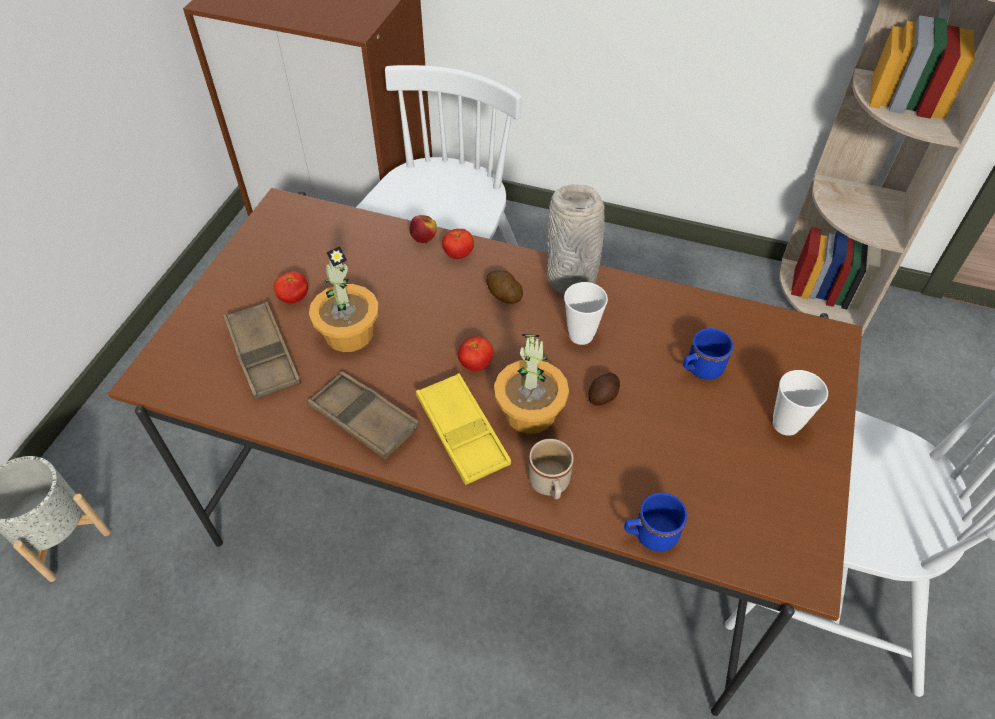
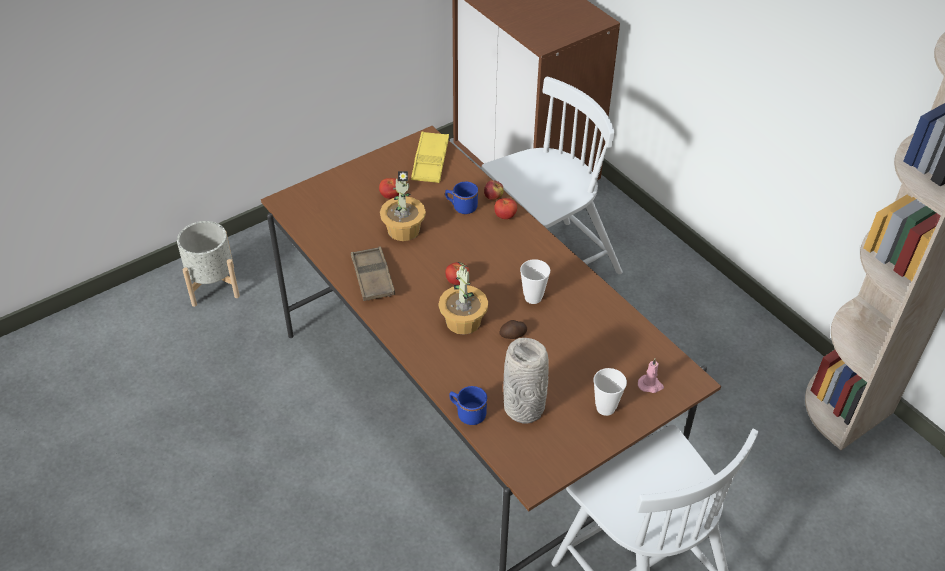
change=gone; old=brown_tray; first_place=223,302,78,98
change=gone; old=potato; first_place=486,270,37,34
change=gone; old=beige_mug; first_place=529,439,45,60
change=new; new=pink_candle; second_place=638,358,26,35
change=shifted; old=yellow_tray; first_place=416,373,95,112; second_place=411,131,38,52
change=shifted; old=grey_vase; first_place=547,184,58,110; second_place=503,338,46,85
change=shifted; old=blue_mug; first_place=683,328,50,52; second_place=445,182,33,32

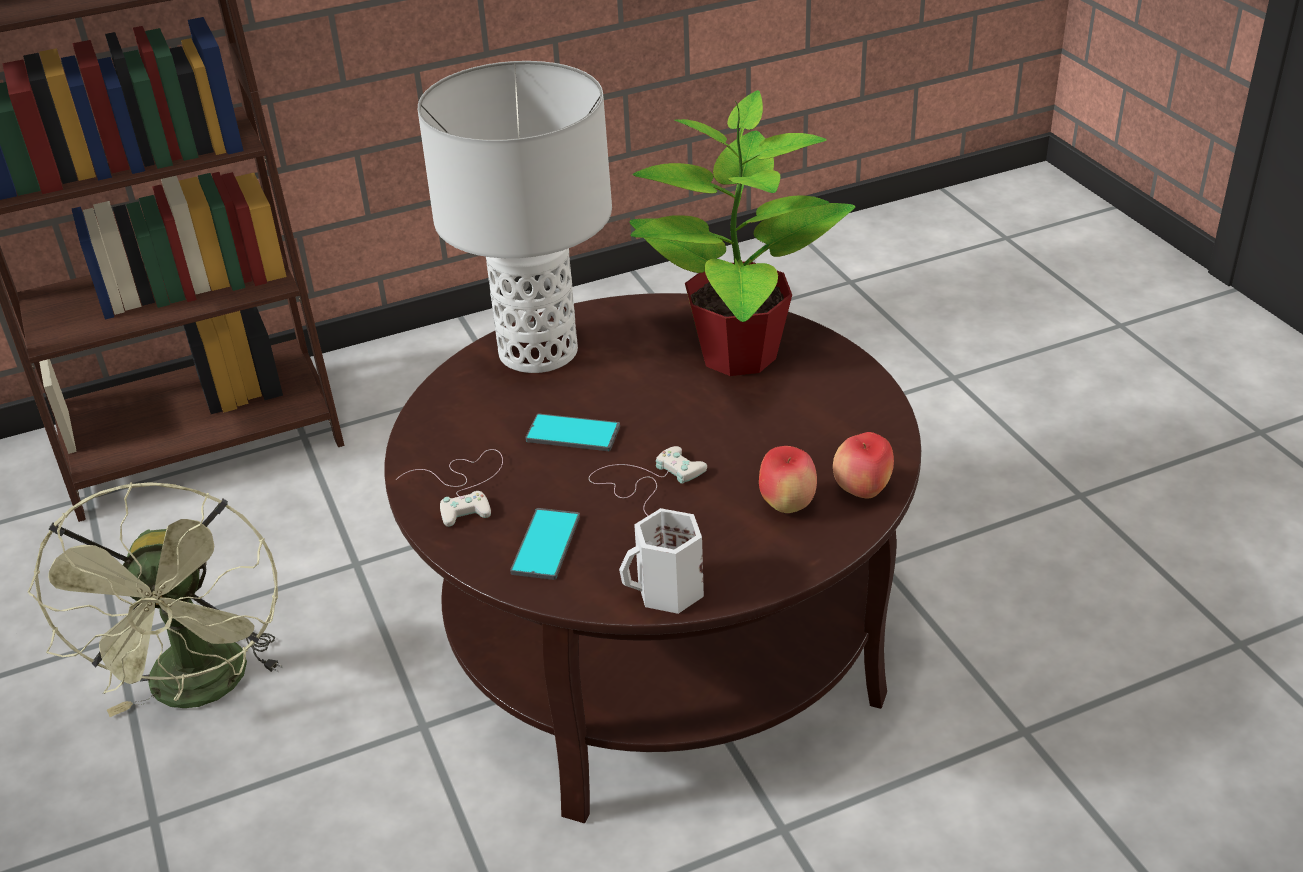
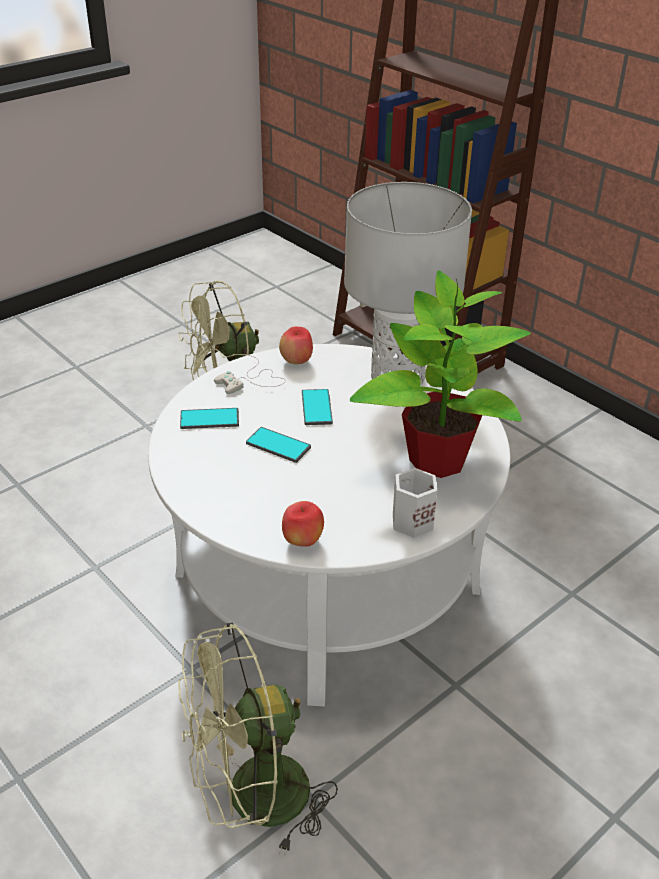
change=new; new=green_fan; second_place=178,623,160,233
change=shifted; old=white_mug; first_place=619,508,85,106; second_place=393,468,44,70
change=shifted; old=apple; first_place=759,446,58,67; second_place=279,327,34,37
change=swapped; old=white_game_controller; new=phone; first_place=589,446,118,70; second_place=246,427,65,36
change=repainted; old=brown_coffee_table; new=white_coffee_table; first_place=384,293,537,530; second_place=148,344,362,362

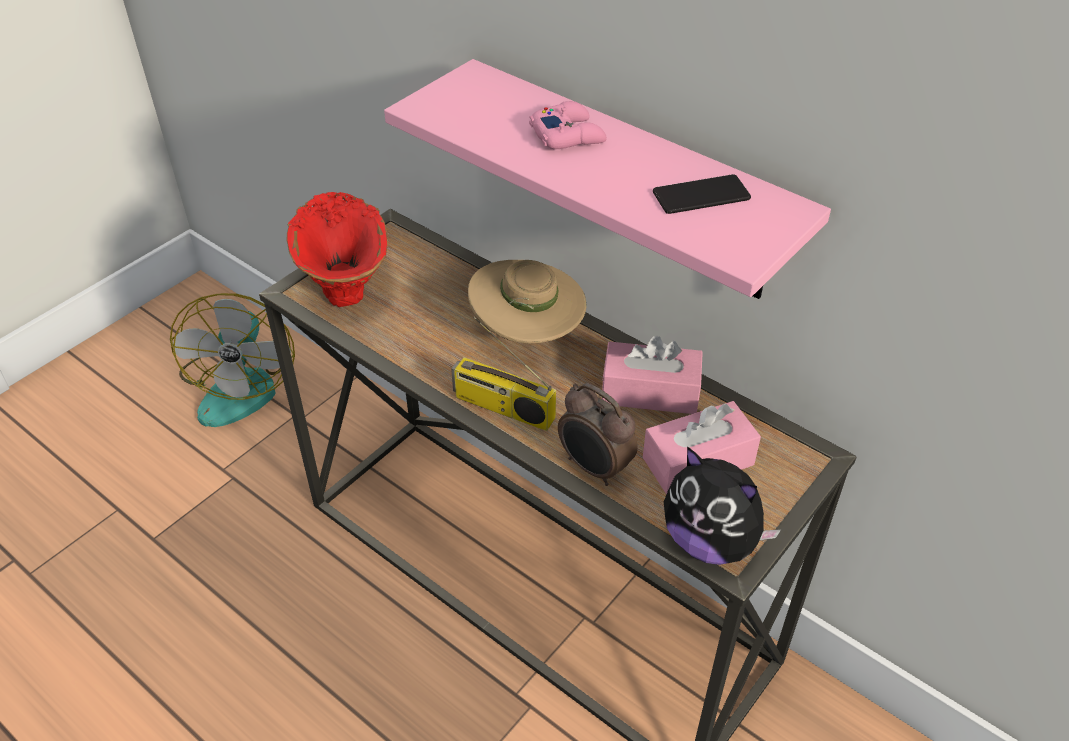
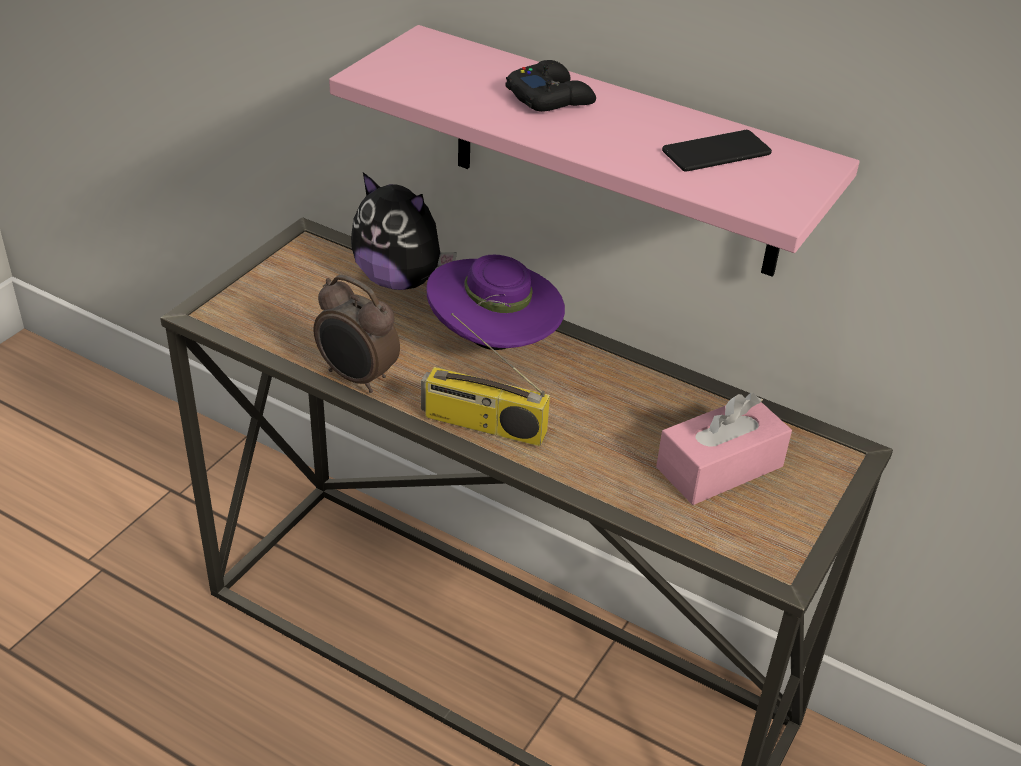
change=gone; old=fan; first_place=170,293,125,134
change=gone; old=red_vase; first_place=287,192,101,115
change=gone; old=pink_tissue_box; first_place=602,336,101,78
change=shifted; old=alarm_clock; first_place=558,383,80,103; second_place=314,275,86,118
change=shifted; old=plush_toy; first_place=664,447,117,118; second_place=351,172,106,118
change=repainted; old=beige_hat; new=purple_hat; first_place=468,260,119,83; second_place=427,255,138,95
change=repainted; old=pink_game_controller; new=black_game_controller; first_place=529,101,78,48; second_place=505,60,91,51

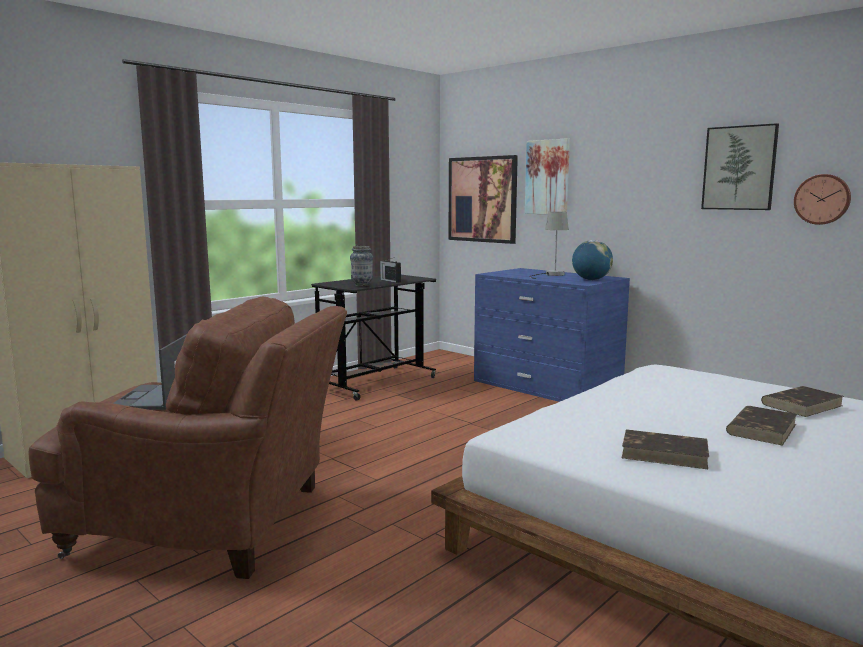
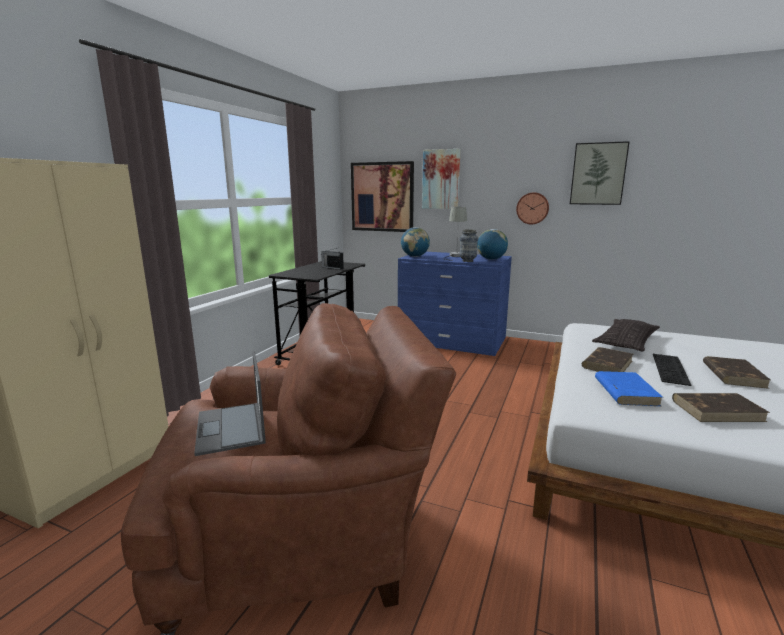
change=new; new=globe; second_place=401,227,29,30
change=new; new=pillow; second_place=592,319,68,32
change=new; new=blue_book; second_place=595,371,69,35
change=new; new=keyboard; second_place=653,354,38,32
change=shifted; old=vase; first_place=350,246,23,40; second_place=459,230,19,32
change=shifted; old=brown_book; first_place=761,386,83,31; second_place=582,347,51,25
change=shifted; old=wall_clock; first_place=794,174,57,51; second_place=516,192,33,33

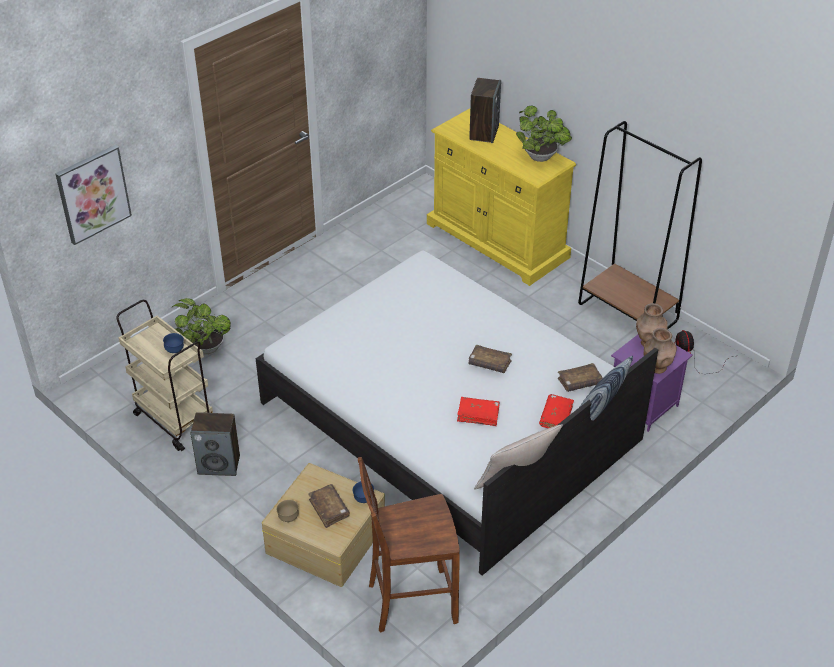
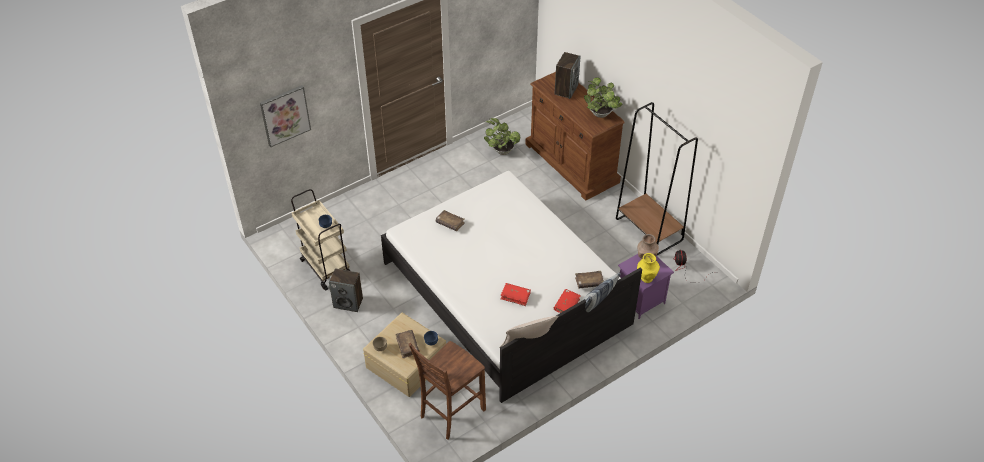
change=shifted; old=potted_plant; first_place=172,298,59,56; second_place=484,118,36,37
change=shifted; old=brown_book; first_place=469,345,43,28; second_place=436,210,29,21
change=repainted; old=yellow_dresser; new=brown_dresser; first_place=427,108,149,178; second_place=525,72,100,129
change=repainted; old=brown_vase; new=yellow_vase; first_place=644,328,33,46; second_place=637,253,23,30
change=rotated; old=brown_chair; first_place=358,457,102,176; second_place=409,341,77,99; degrees=-45

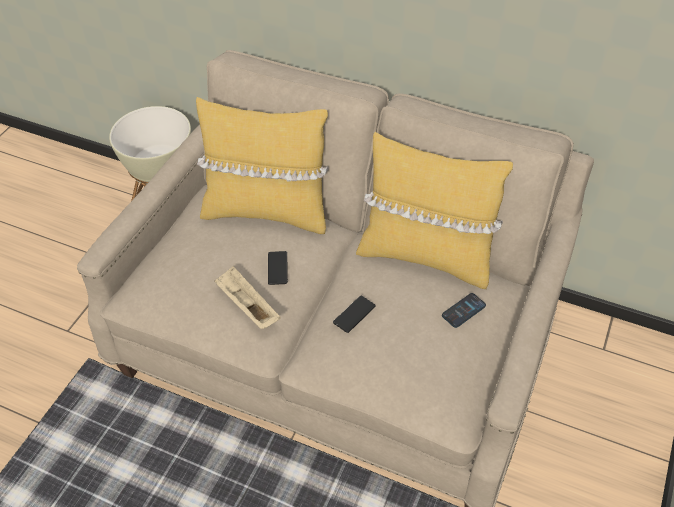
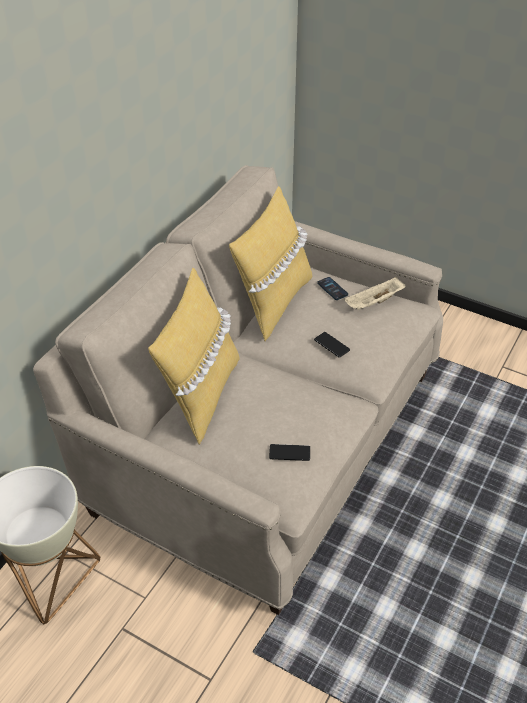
change=shifted; old=beige_tray; first_place=214,266,67,63; second_place=344,276,62,34
change=shifted; old=phone; first_place=268,251,20,34; second_place=269,444,41,17

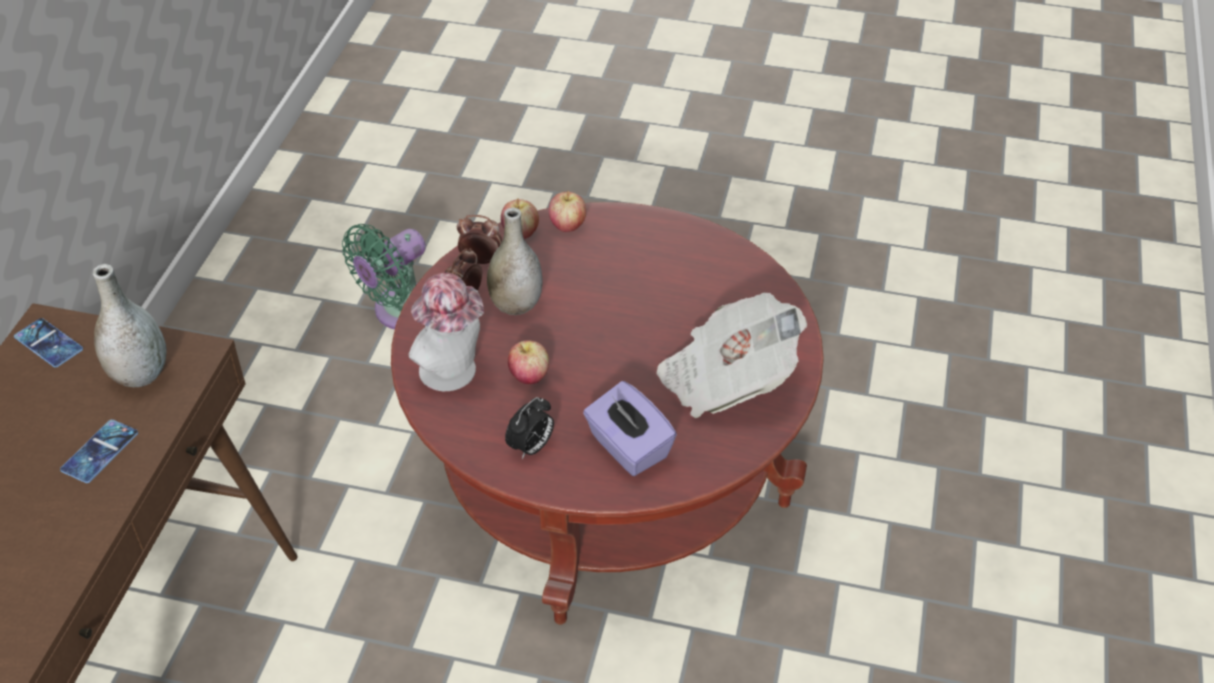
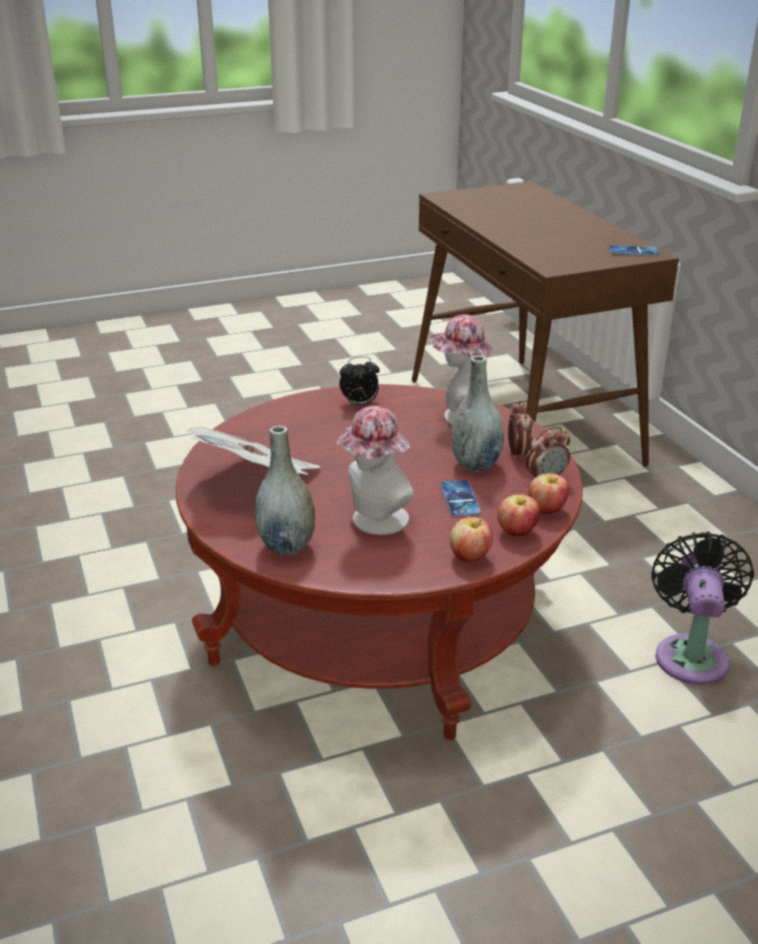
change=gone; old=purple_tissue_box; first_place=583,381,94,95
change=new; new=hat; second_place=336,406,78,129
change=shifted; old=phone; first_place=60,419,78,64; second_place=440,480,41,36
change=shifted; old=grey_vase; first_place=92,264,74,123; second_place=255,426,60,130
change=shifted; old=apple; first_place=508,340,41,44; second_place=450,517,43,45
change=repainted; old=green_fan; new=black_fan; first_place=342,224,84,105; second_place=651,532,103,153
change=rotated; old=alarm_clock; first_place=505,397,49,62; second_place=340,357,40,50; degrees=-105

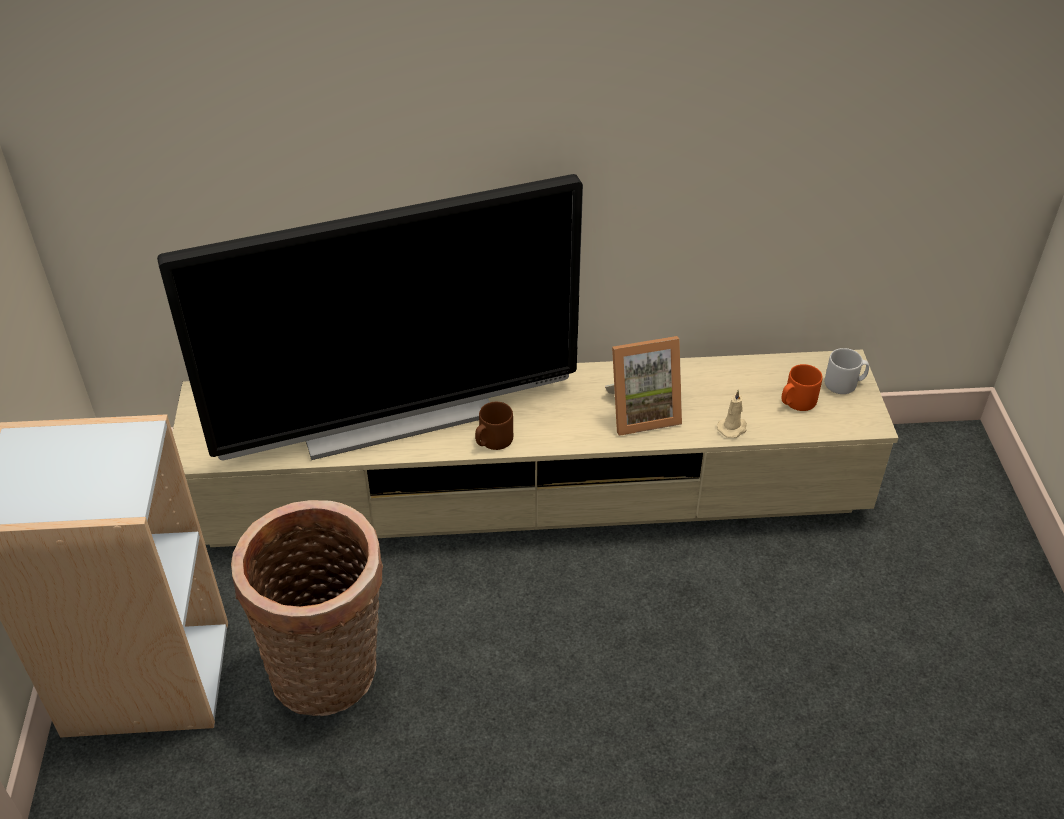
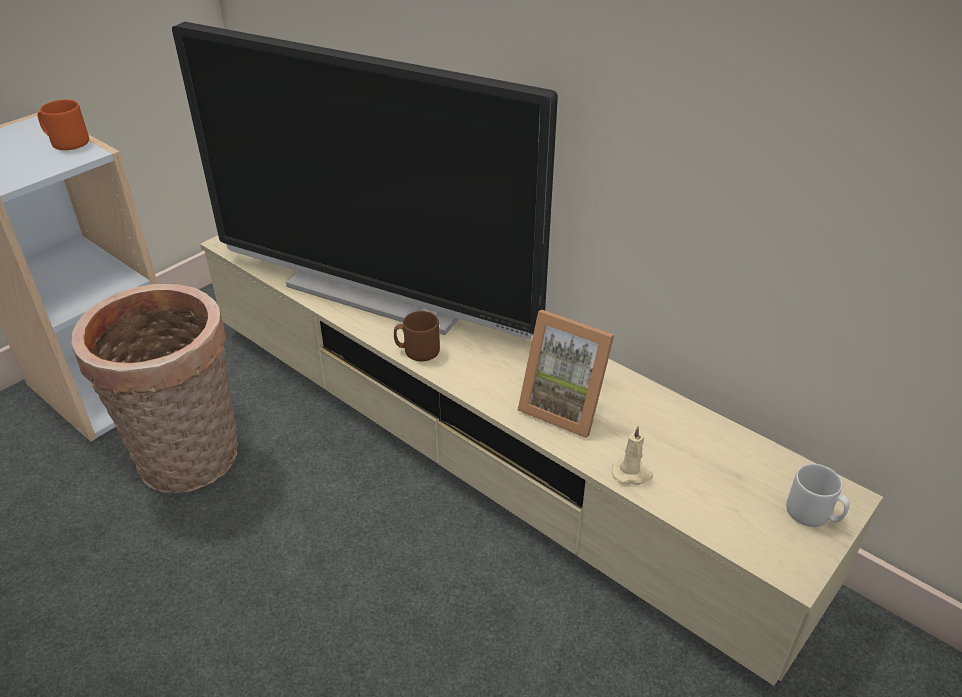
change=shifted; old=orange_mug; first_place=782,364,41,47; second_place=38,99,51,51

